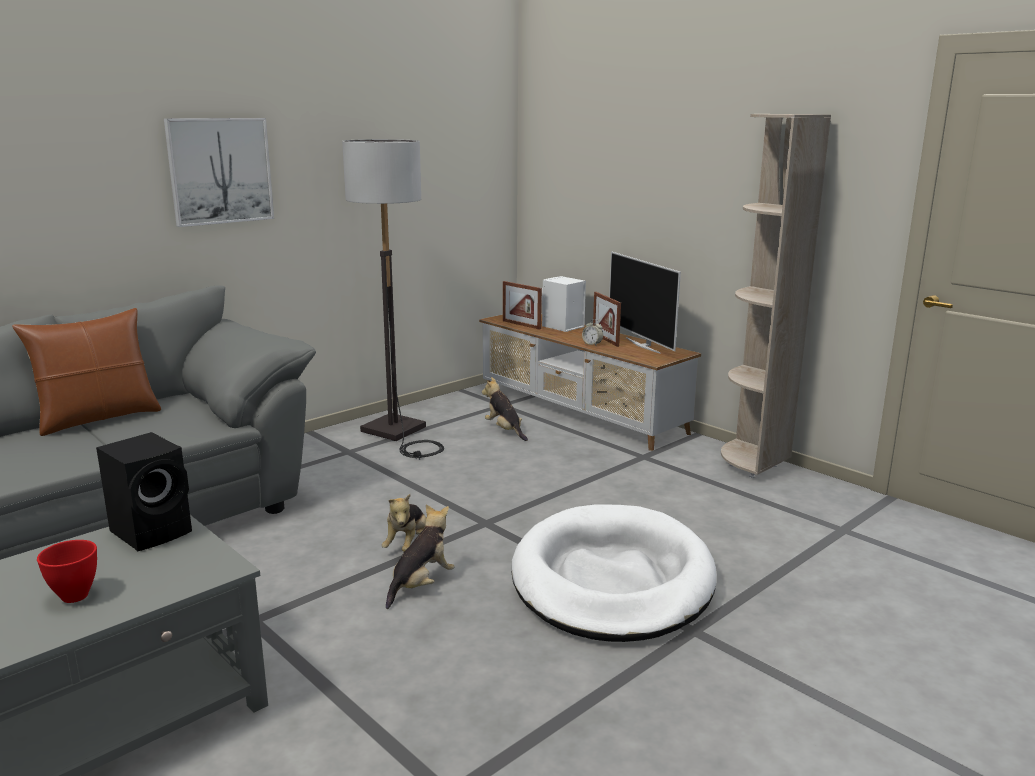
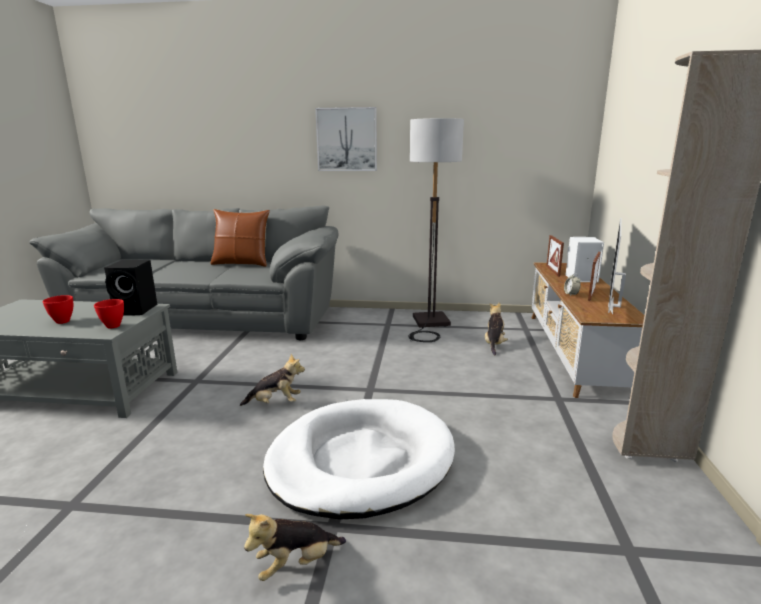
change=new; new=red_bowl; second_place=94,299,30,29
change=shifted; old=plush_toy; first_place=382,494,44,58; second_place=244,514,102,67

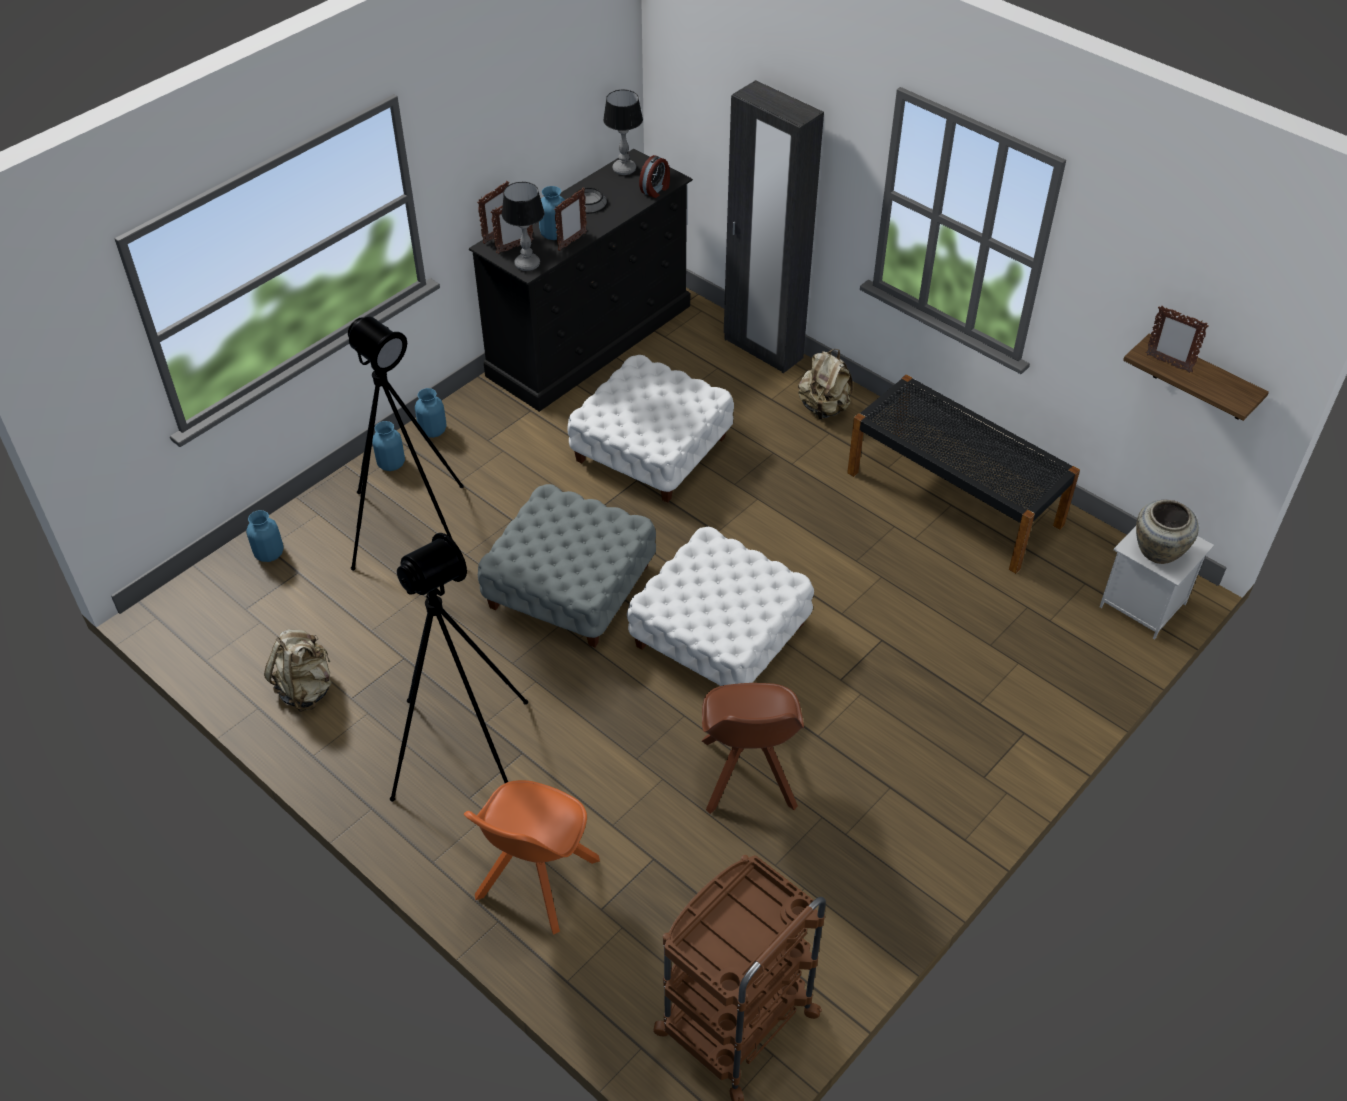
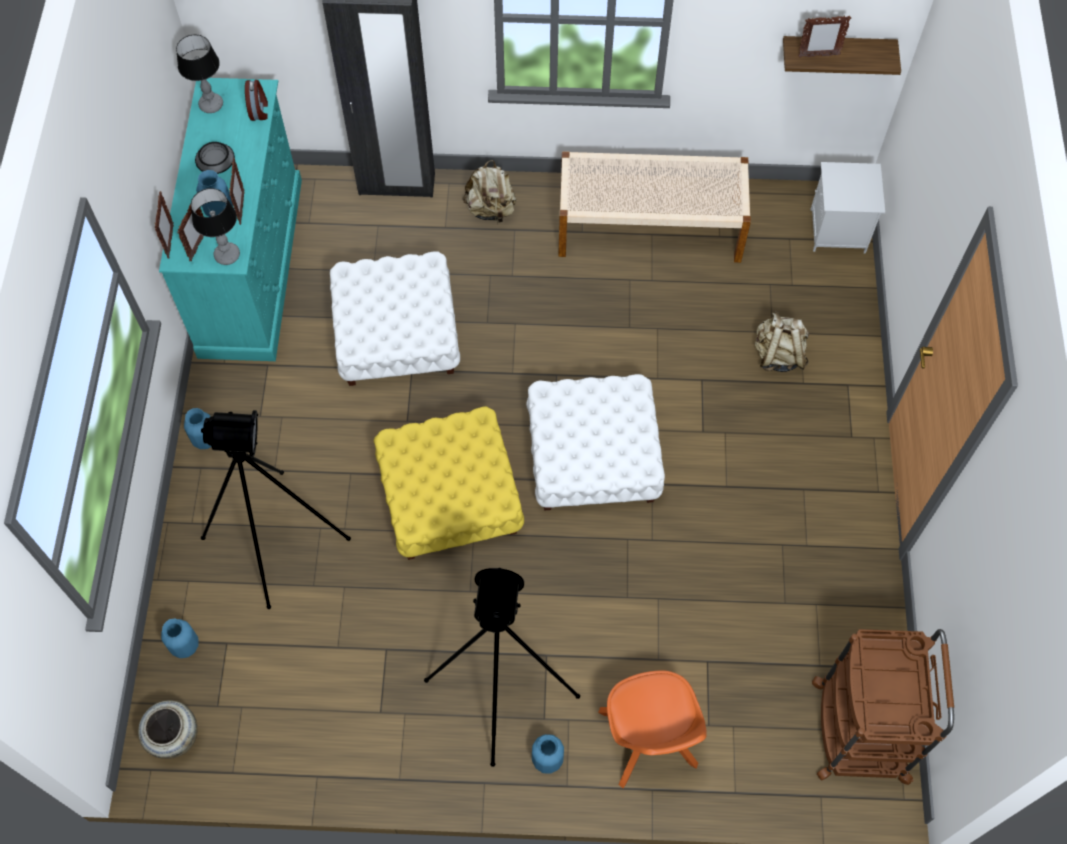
change=gone; old=brown_chair; first_place=702,683,102,131
change=shifted; old=beige_backpack; first_place=264,629,67,83; second_place=755,311,54,61
change=shifted; old=blue_vase; first_place=372,421,33,50; second_place=532,734,32,40
change=shifted; old=beige_vase; first_place=1136,500,63,64; second_place=138,700,60,59
change=repainted; old=black_dresser; new=turquoise_dresser; first_place=469,149,224,263; second_place=159,78,143,283
change=repainted; old=grey_ottoman; new=yellow_ottoman; first_place=478,484,178,163; second_place=374,406,150,154
change=repainted; old=black_bench; new=beige_bench; first_place=847,374,233,200; second_place=558,151,193,112

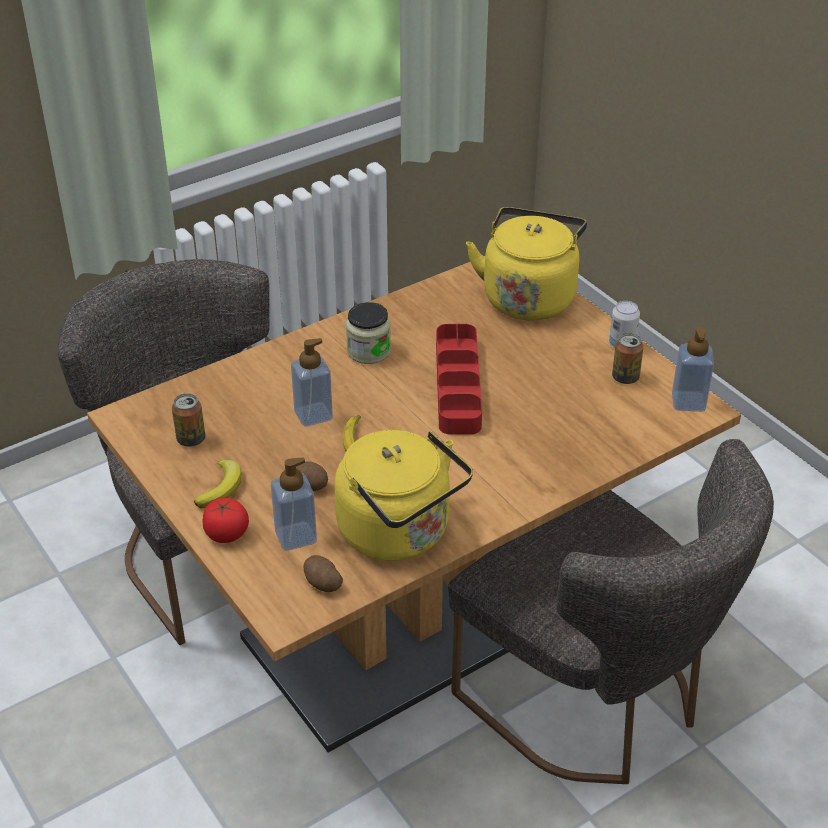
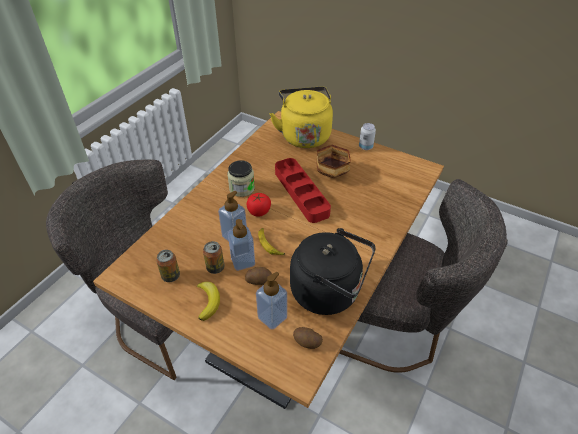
change=new; new=bowl; second_place=316,145,35,33
change=shifted; old=tomato; first_place=202,498,47,45; second_place=246,193,25,24
change=shifted; old=can; first_place=612,333,32,51; second_place=203,241,22,33
change=shifted; old=soap_dispenser; first_place=672,327,42,85; second_place=228,219,27,52
change=repainted; old=yellow_kettle; new=black_kettle; first_place=334,430,139,131; second_place=290,228,86,87

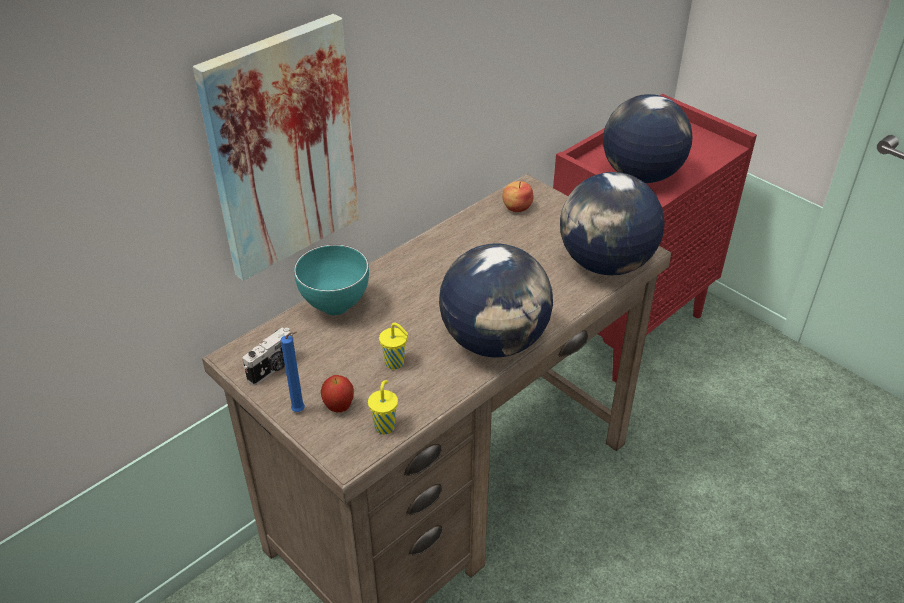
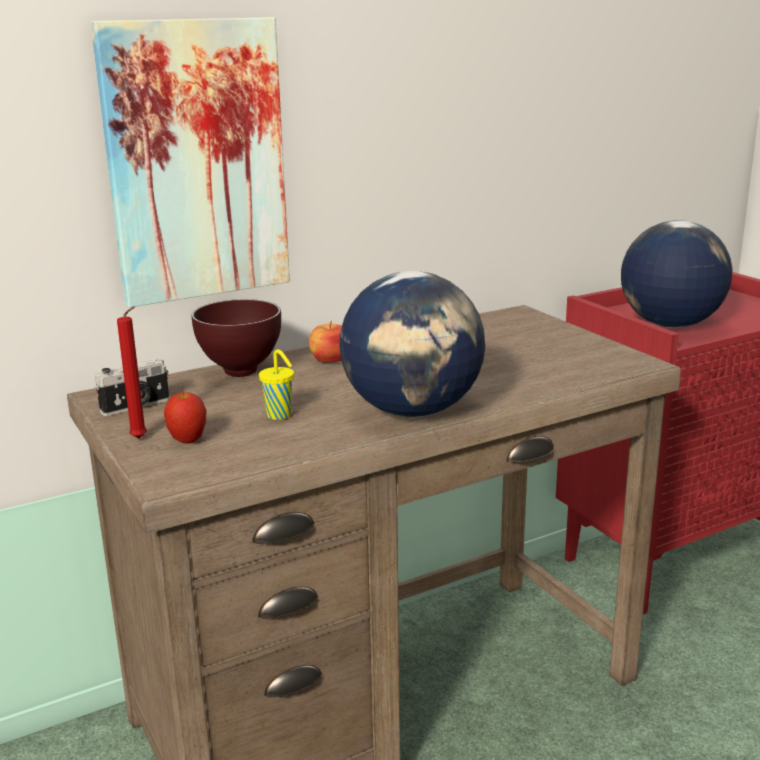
change=gone; old=yellow_cup; first_place=368,380,30,54
change=gone; old=globe; first_place=560,172,105,103
change=shifted; old=apple; first_place=502,181,31,31; second_place=309,321,33,42
change=repainted; old=blue_candle; new=red_candle; first_place=281,332,24,80; second_place=117,306,30,133
change=repainted; old=turquoise_bowl; new=brown_bowl; first_place=294,245,75,70; second_place=191,299,90,78

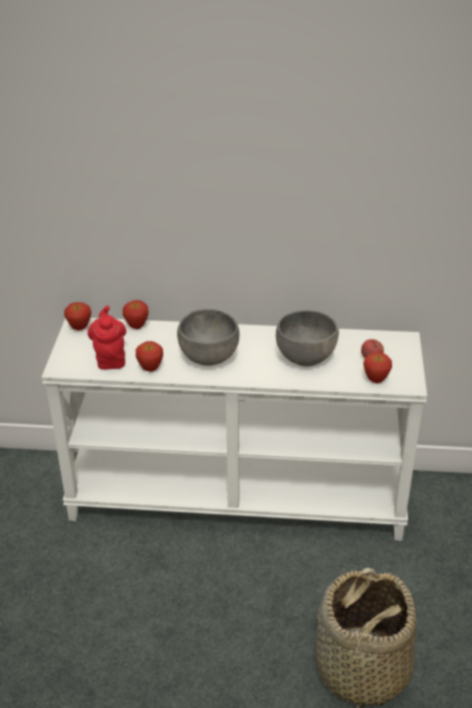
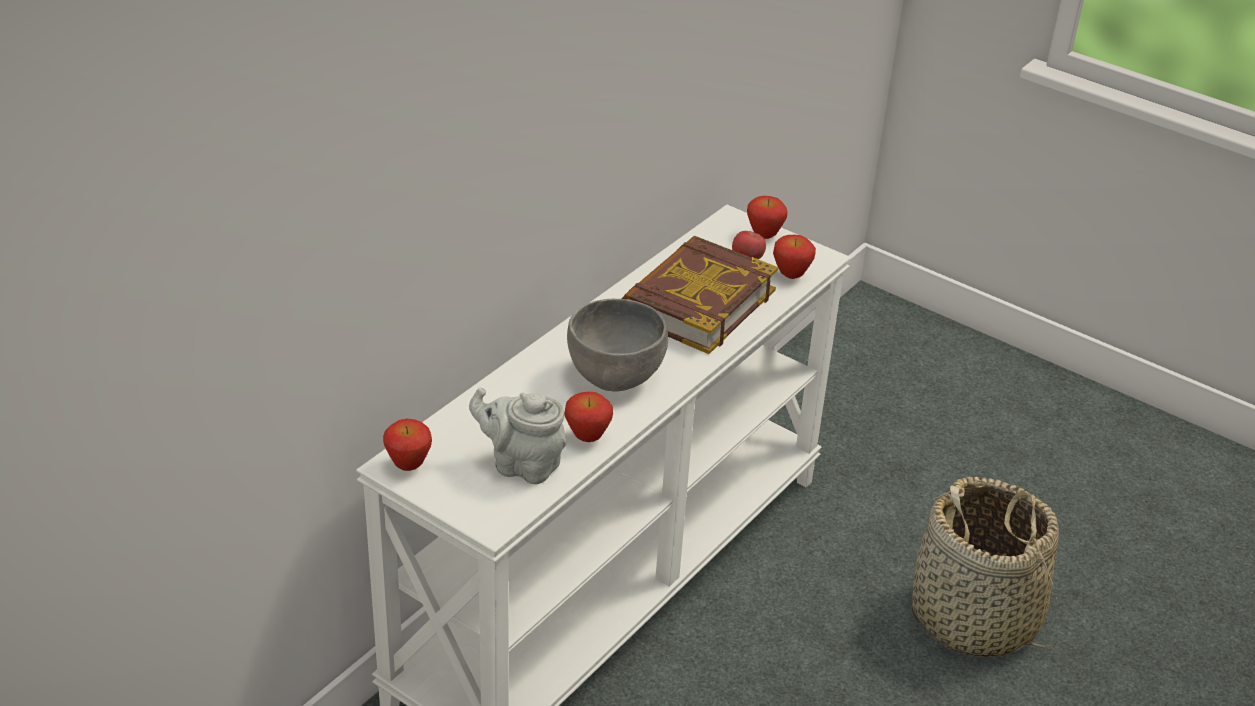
change=shifted; old=apple; first_place=123,300,26,29; second_place=747,196,40,43
change=swapped; old=grey_bowl; new=book; first_place=276,310,63,57; second_place=621,236,157,118
change=repainted; old=red_teapot; new=grey_teapot; first_place=88,306,38,64; second_place=469,387,97,97

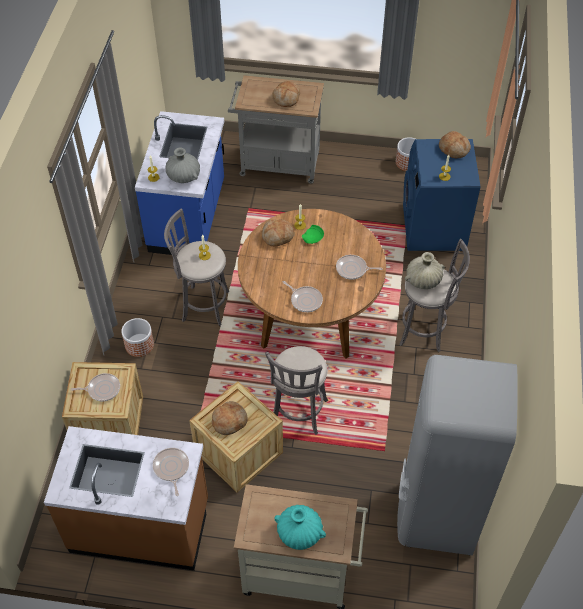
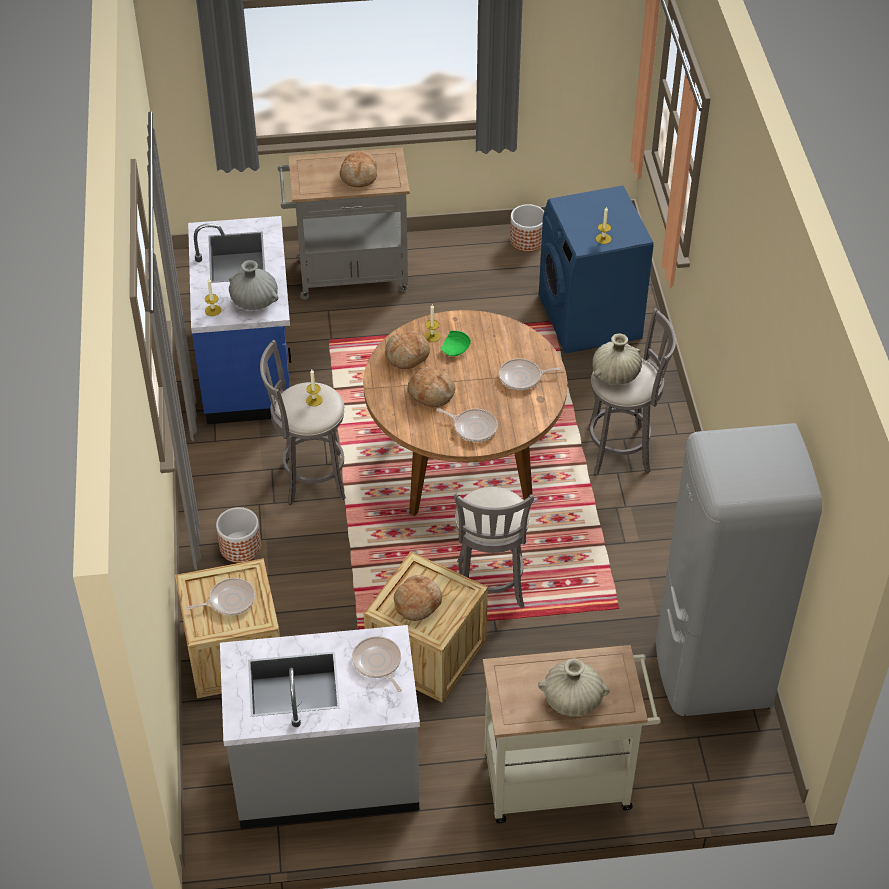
change=shifted; old=bread; first_place=439,131,32,27; second_place=408,367,47,40
change=repainted; old=brown_counter; new=grey_counter; first_place=44,426,164,145; second_place=220,625,200,204
change=repainted; old=turquoise_vase; new=beige_vase; first_place=274,505,52,45; second_place=538,658,72,58

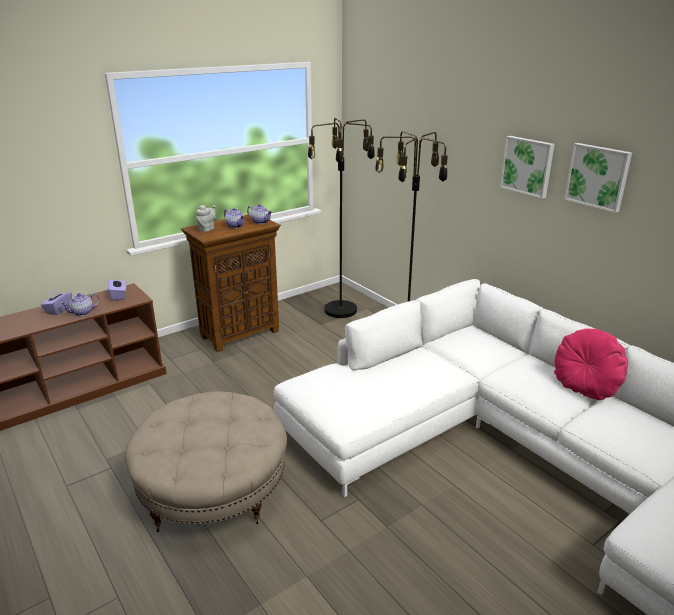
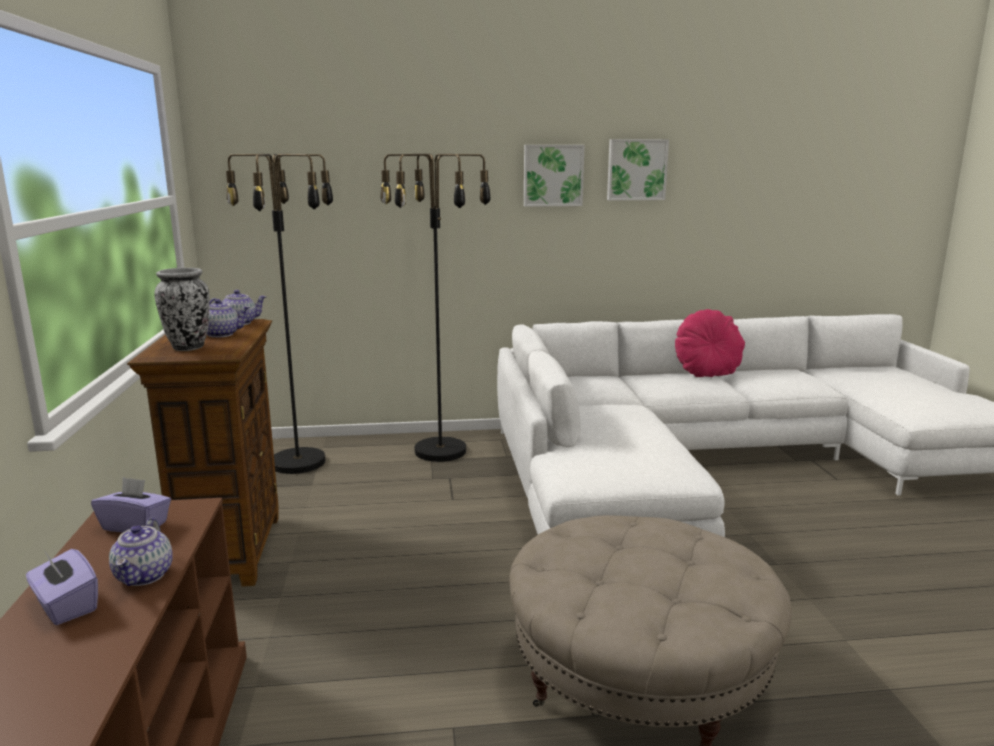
change=swapped; old=grey_teapot; new=vase; first_place=196,205,20,27; second_place=154,268,56,83

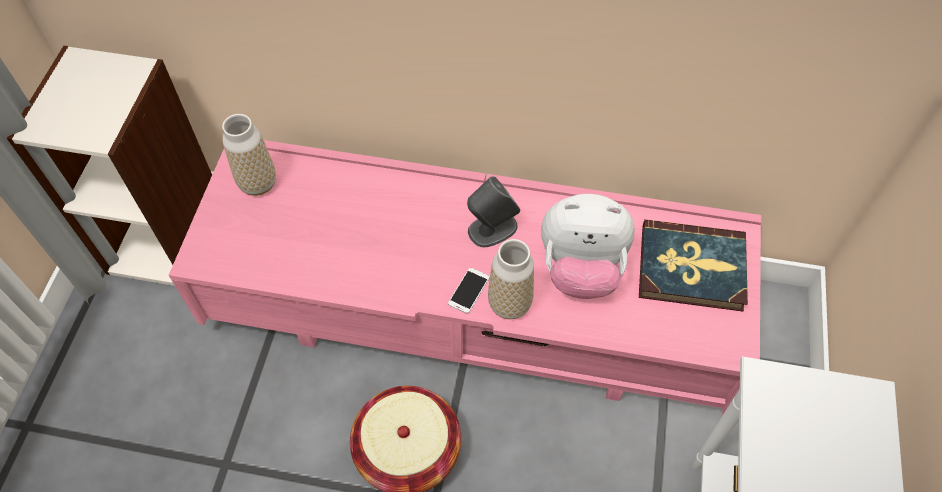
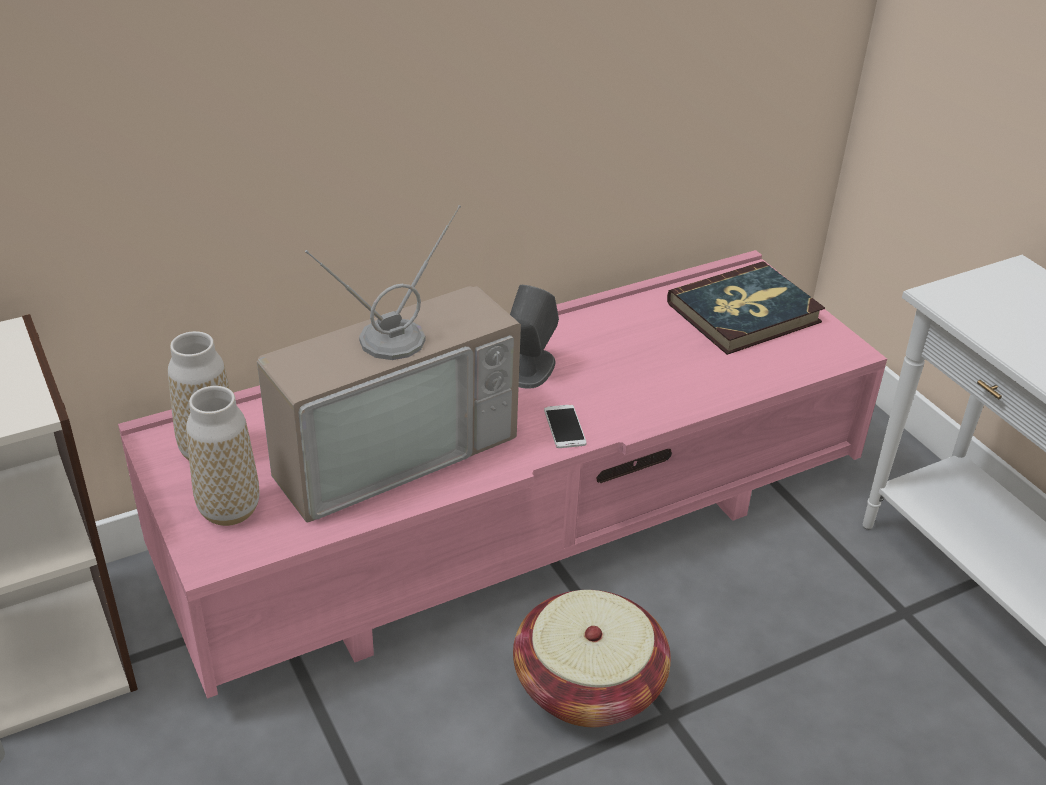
change=gone; old=plush_toy; first_place=541,194,94,105
change=new; new=television; second_place=257,205,264,317
change=shifted; old=vase; first_place=488,239,46,80; second_place=186,386,74,140

